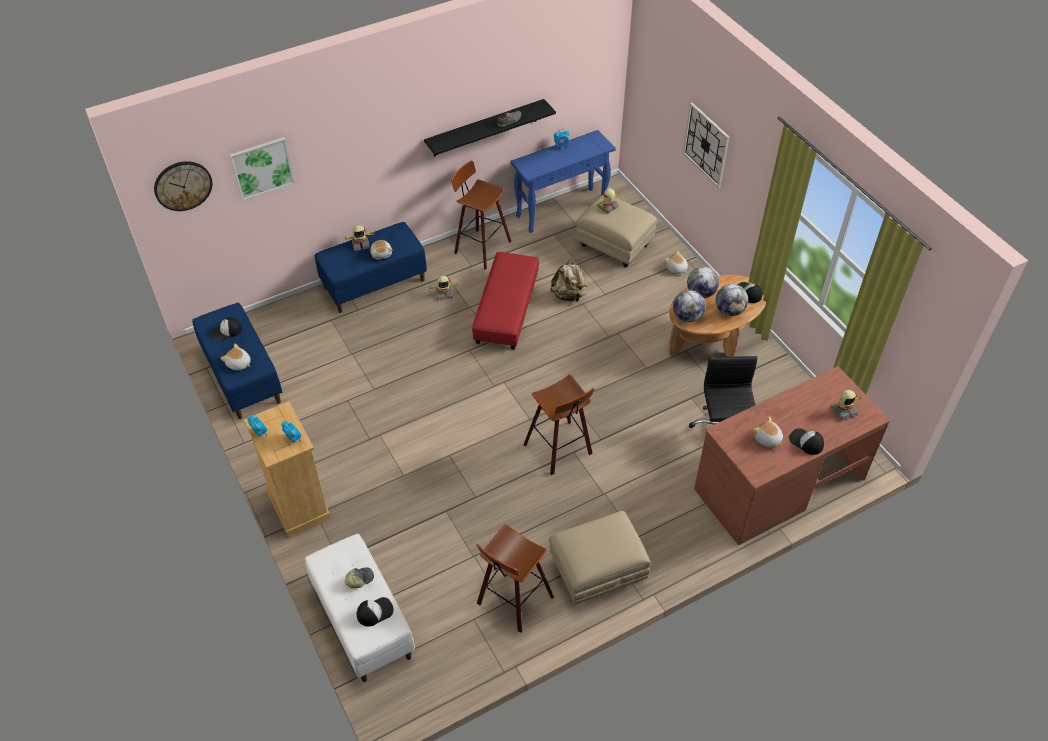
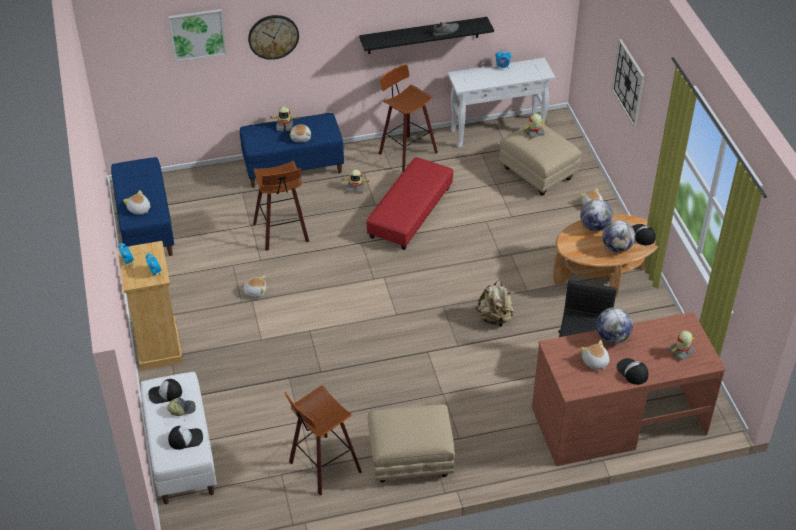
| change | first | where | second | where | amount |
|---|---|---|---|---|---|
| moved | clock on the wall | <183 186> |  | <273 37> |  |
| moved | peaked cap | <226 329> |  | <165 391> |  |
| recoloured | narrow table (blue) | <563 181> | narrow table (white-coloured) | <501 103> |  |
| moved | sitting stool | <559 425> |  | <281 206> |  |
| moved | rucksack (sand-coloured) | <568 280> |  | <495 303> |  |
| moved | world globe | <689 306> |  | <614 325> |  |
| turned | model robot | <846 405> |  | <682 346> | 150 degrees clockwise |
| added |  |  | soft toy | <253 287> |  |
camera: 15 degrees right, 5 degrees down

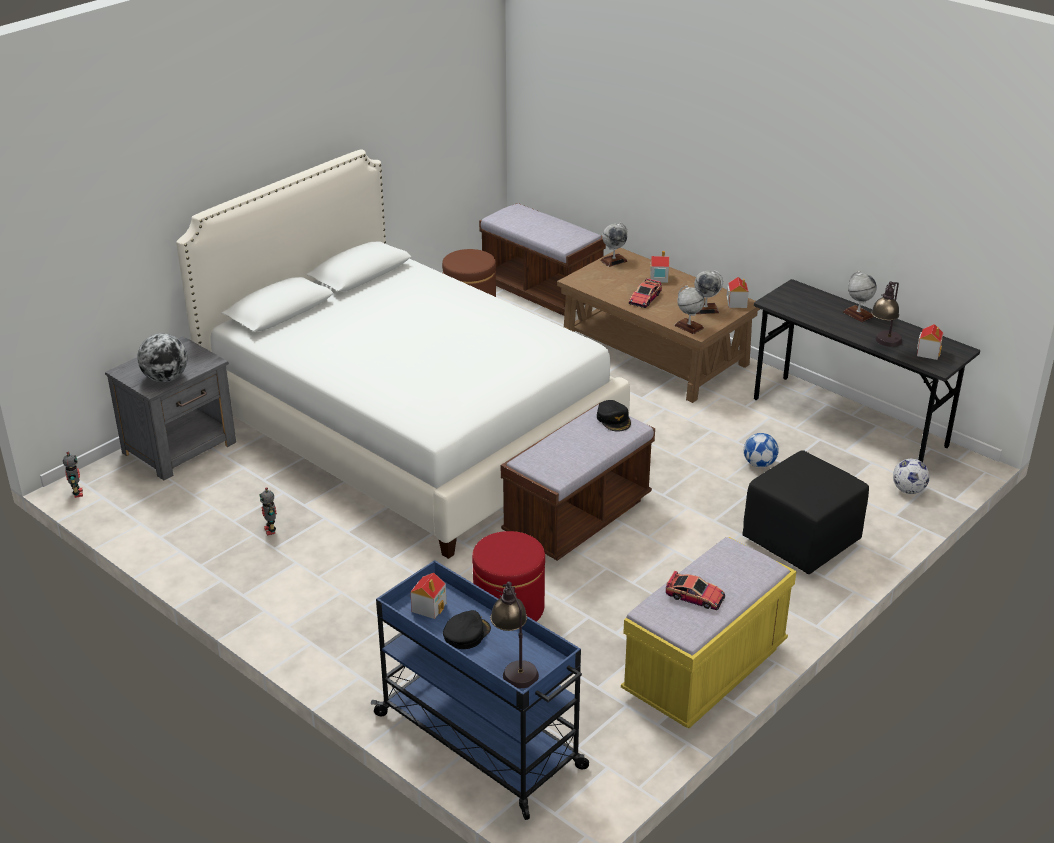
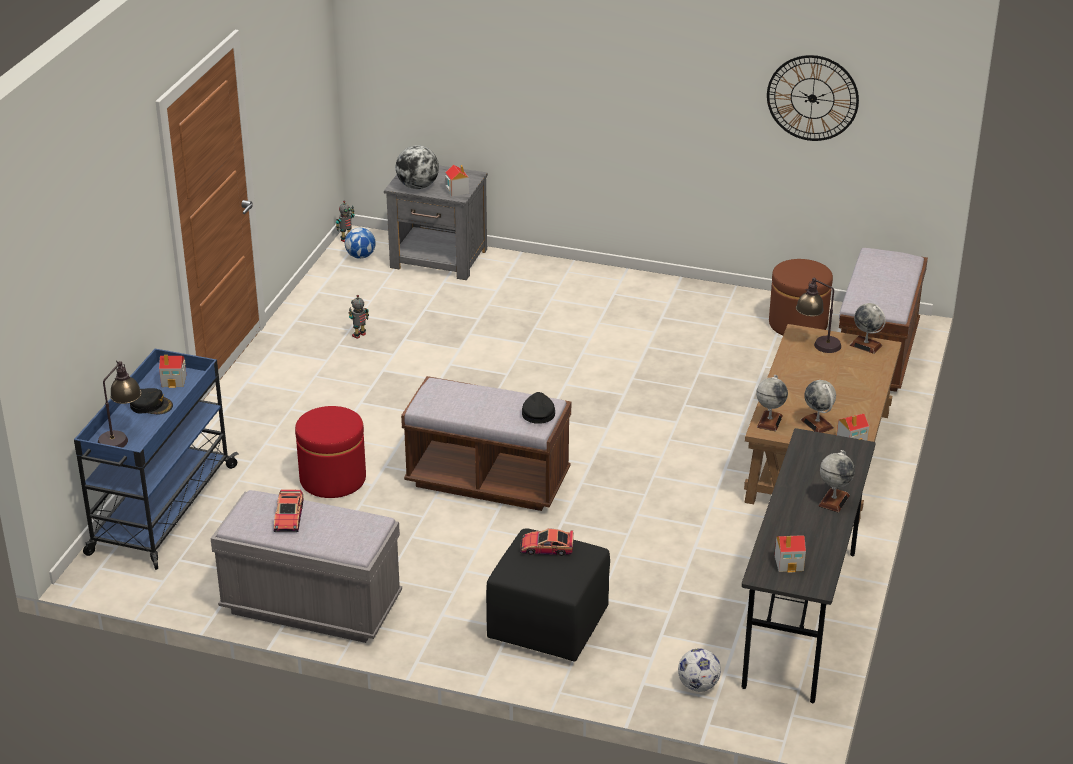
| change | first | where | second | where | amount |
|---|---|---|---|---|---|
| removed | bed (white-coloured) | <403 354> |  |  |  |
| turned | peaked cap (blackish) | <614 416> |  | <538 408> | 135 degrees clockwise |
| recoloured | indoor bench (yellow) | <709 632> | indoor bench (grey) | <306 566> |  |
| moved | model car | <645 293> |  | <547 542> |  |
| moved | model house | <659 267> |  | <457 180> |  |
| moved | ball for football | <761 450> |  | <360 243> |  |
| moved | lamp for a table | <886 314> |  | <818 315> |  |
| added |  |  | clock on the wall | <813 98> |  |
camera: 65 degrees right, 0 degrees up

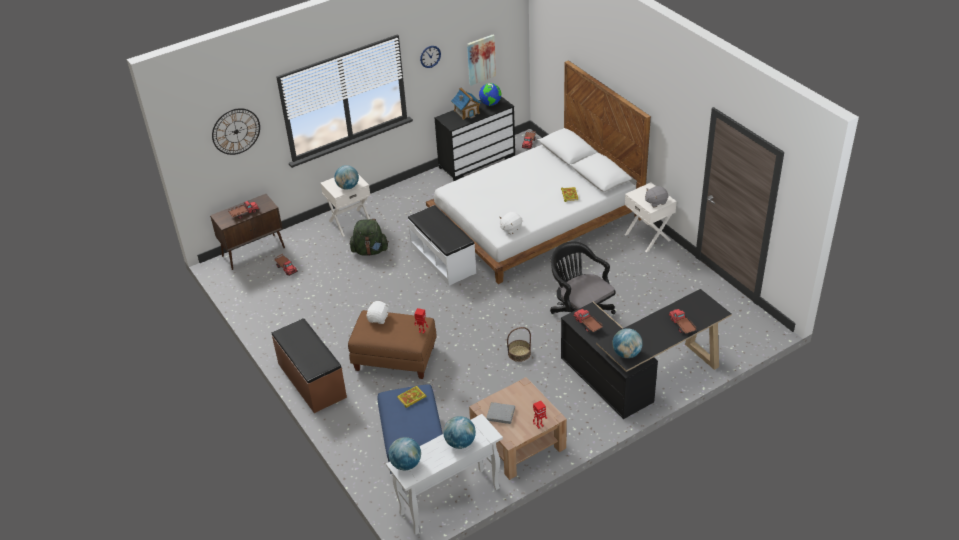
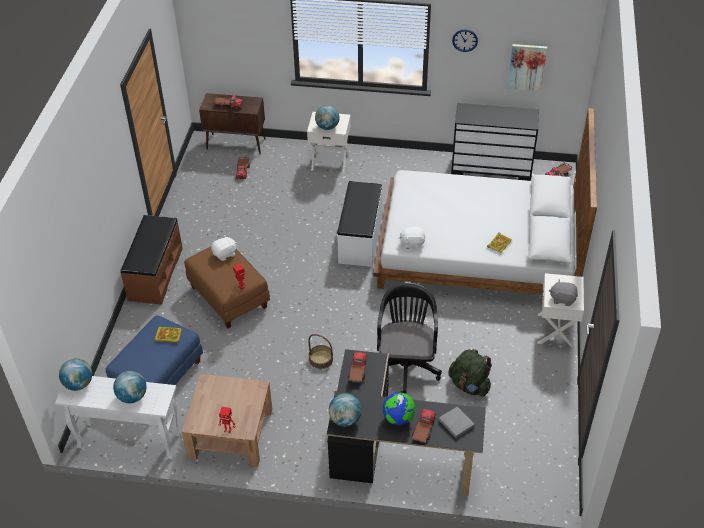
| change | first | where | second | where | amount |
|---|---|---|---|---|---|
| removed | clock on the wall | <236 131> |  |  |  |
| moved | rucksack (green) | <369 237> |  | <470 373> |  |
| removed | model house | <466 104> |  |  |  |
| moved | world globe | <490 94> |  | <398 408> |  |
| moved | book (grey) | <500 413> |  | <457 422> |  |
camera: 40 degrees right, 5 degrees up

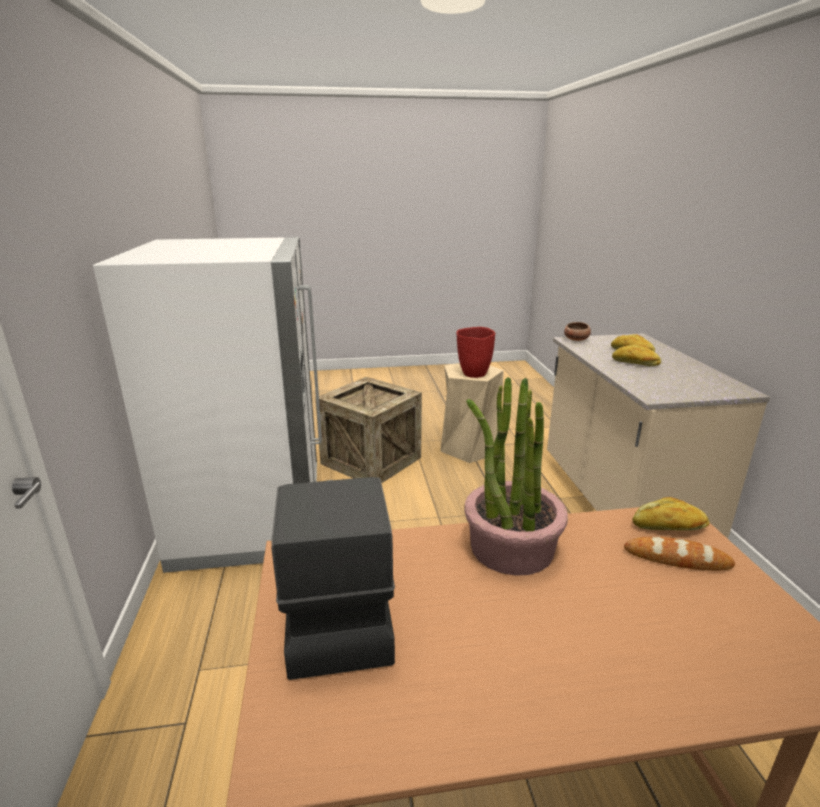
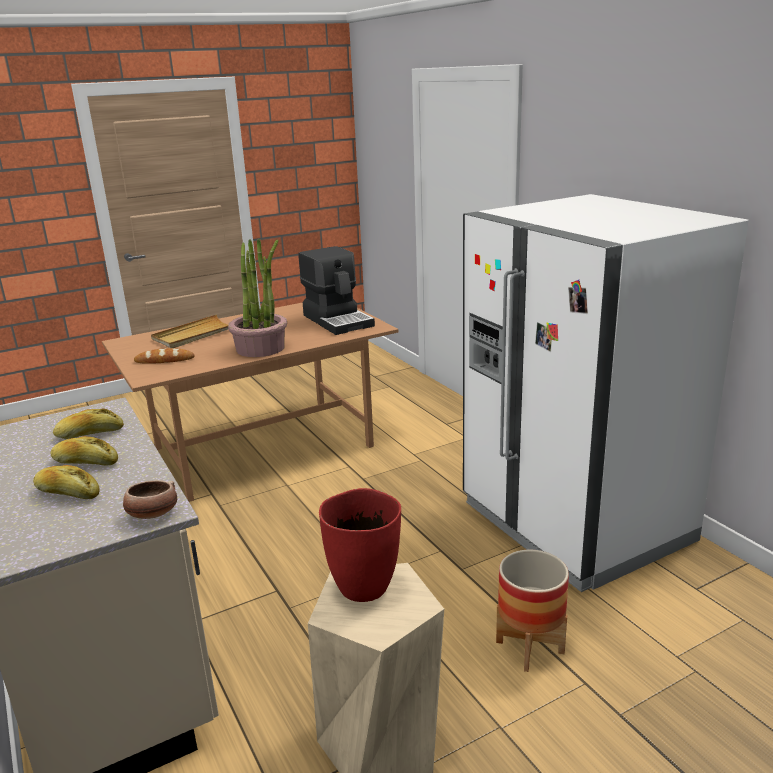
| change | first | where | second | where | amount |
|---|---|---|---|---|---|
| replaced | shipping crate | <369 430> | plant pot | <532 611> |  |
| moved | bakery bread | <671 514> |  | <88 423> |  |
| added |  |  | tray (sand-coloured) | <189 331> |  |
camera: 160 degrees right, 0 degrees up

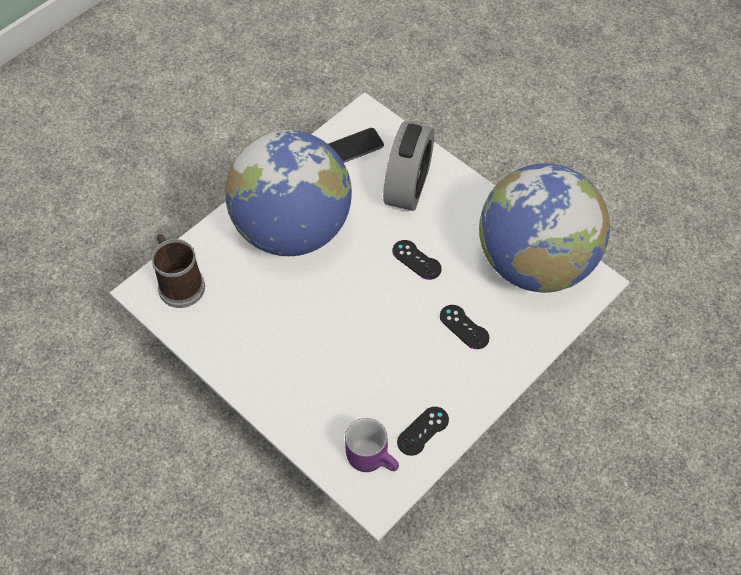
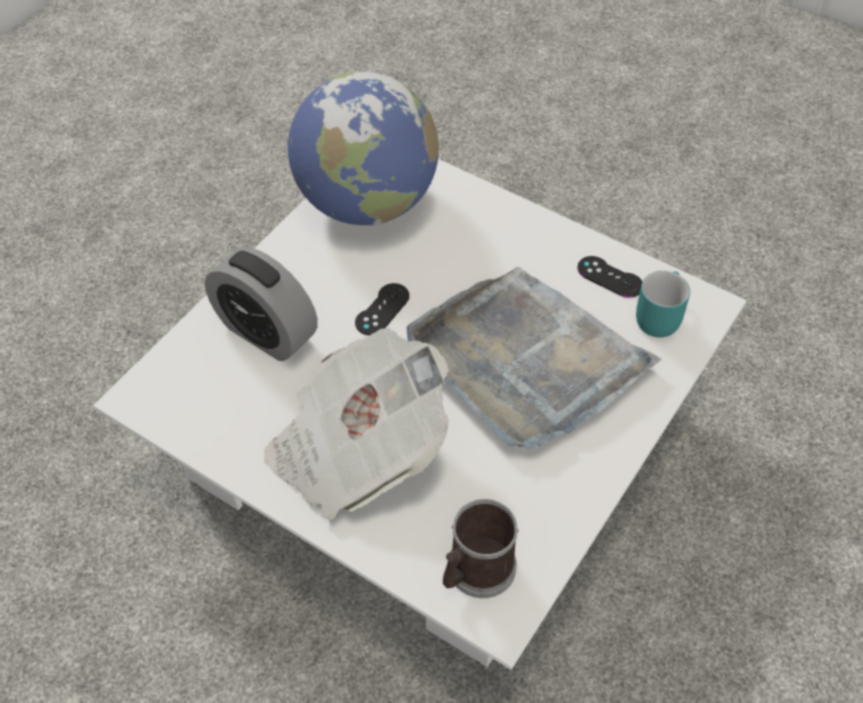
| change | first | where | second | where | amount |
|---|---|---|---|---|---|
| replaced | world globe | <288 193> | daily paper | <356 424> |  |
| removed | handset | <356 145> |  |  |  |
| recoloured | coffee mug (purple-coloured) | <372 445> | coffee mug (turquoise) | <663 304> |  |
| turned | bedside clock | <408 166> |  | <261 304> | 150 degrees counterclockwise |
| removed | joypad (blackish) | <464 327> |  |  |  |
| added |  |  | tray (grey) | <534 357> |  |
camera: 100 degrees left, 5 degrees down

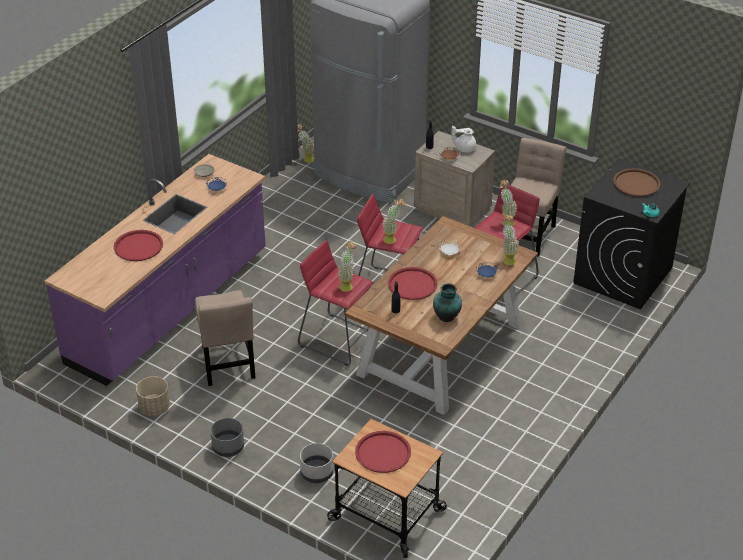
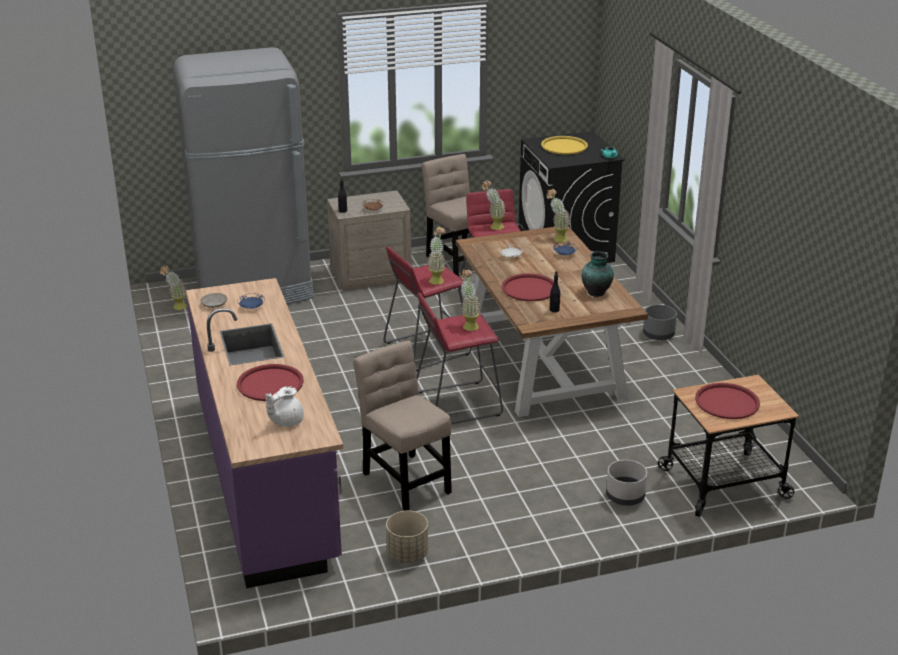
| change | first | where | second | where | amount |
|---|---|---|---|---|---|
| turned | plain chair (sand-coloured) | <225 338> |  | <402 425> | 150 degrees counterclockwise |
| moved | plant pot (grey) | <227 437> |  | <660 322> |  |
| moved | teapot (white-coloured) | <463 139> |  | <285 406> |  |
| recoloured | tray (brownish) | <636 182> | tray (yellow) | <564 145> |  |
camera: 50 degrees left, 10 degrees down

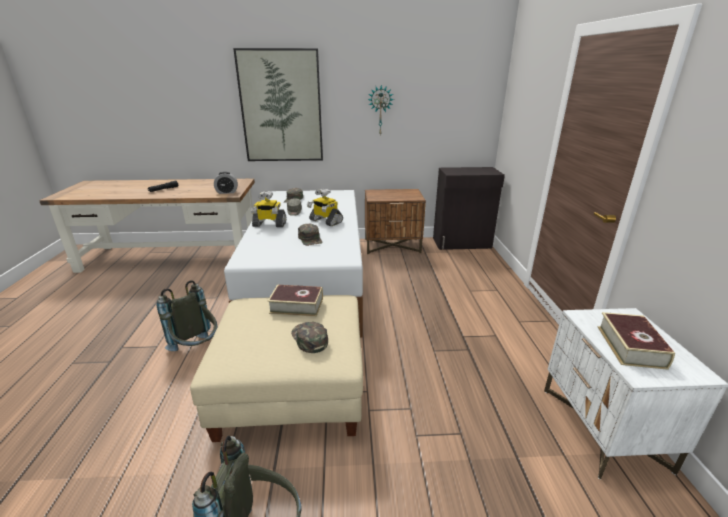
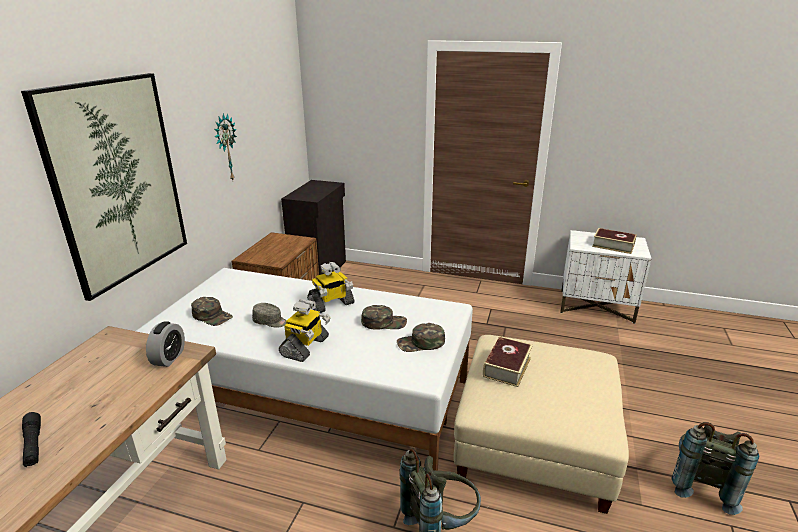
| change | first | where | second | where | amount |
|---|---|---|---|---|---|
| moved | peaked cap (green) | <309 337> |  | <421 337> |  |
camera: 70 degrees left, 0 degrees up

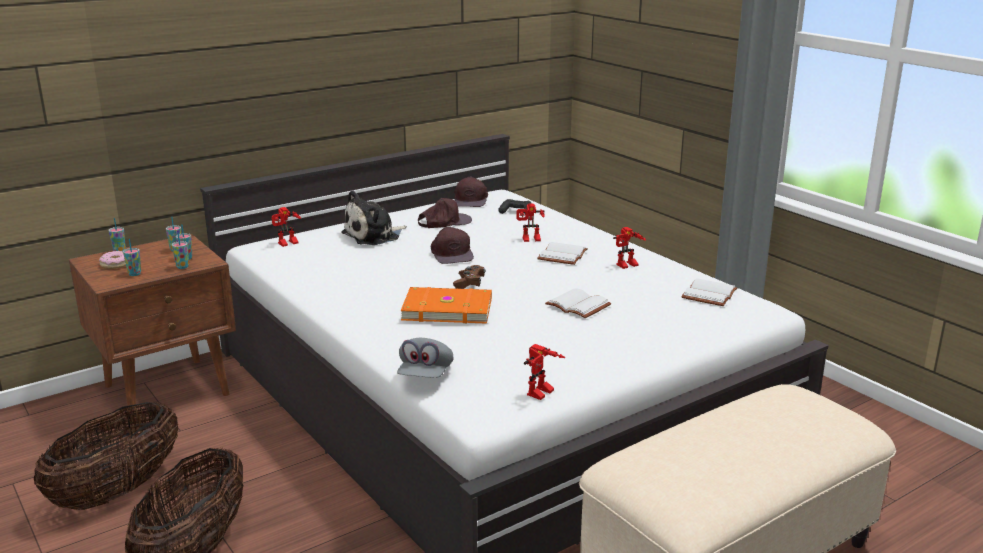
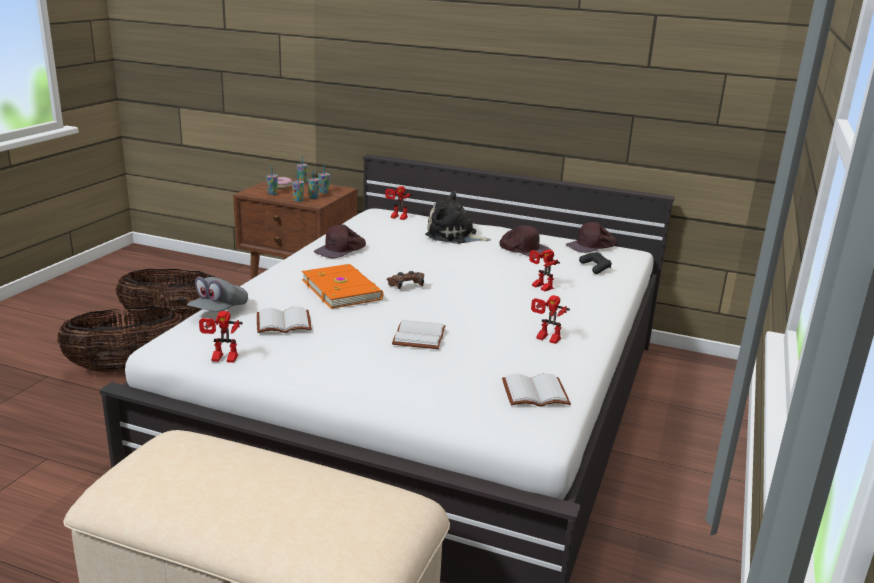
| change | first | where | second | where | amount |
|---|---|---|---|---|---|
| turned | peaked cap (grey) | <425 358> |  | <217 294> | 45 degrees counterclockwise |
| moved | peaked cap (brownish) | <452 245> |  | <340 241> |  |
| moved | book (white-coloured) | <562 253> |  | <284 320> |  |
camera: 55 degrees right, 0 degrees up

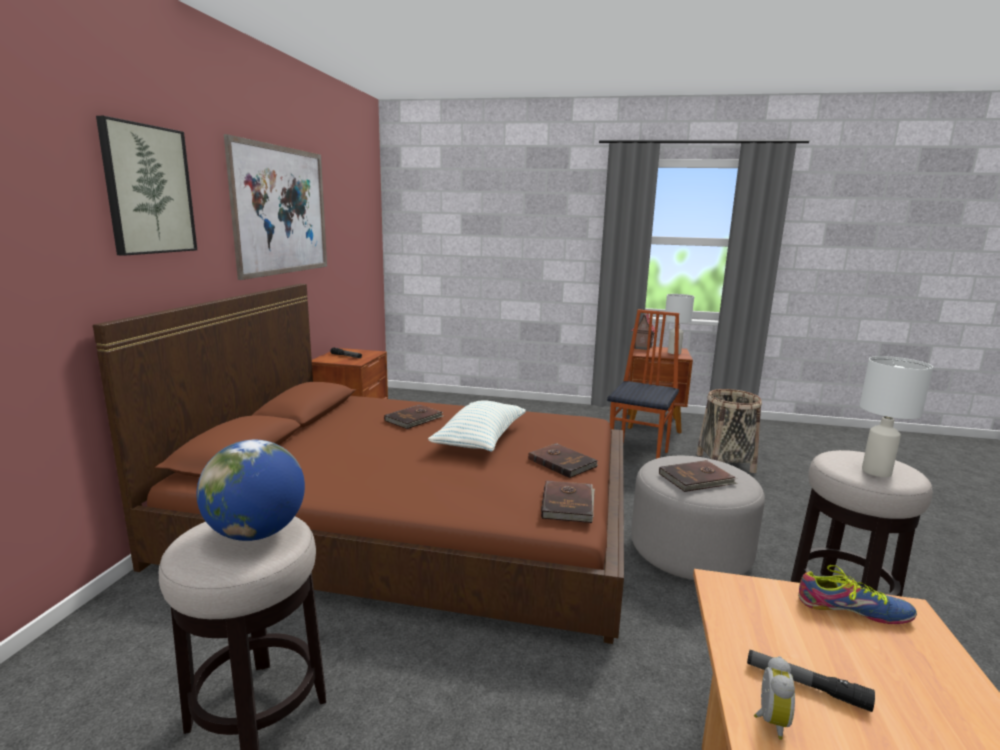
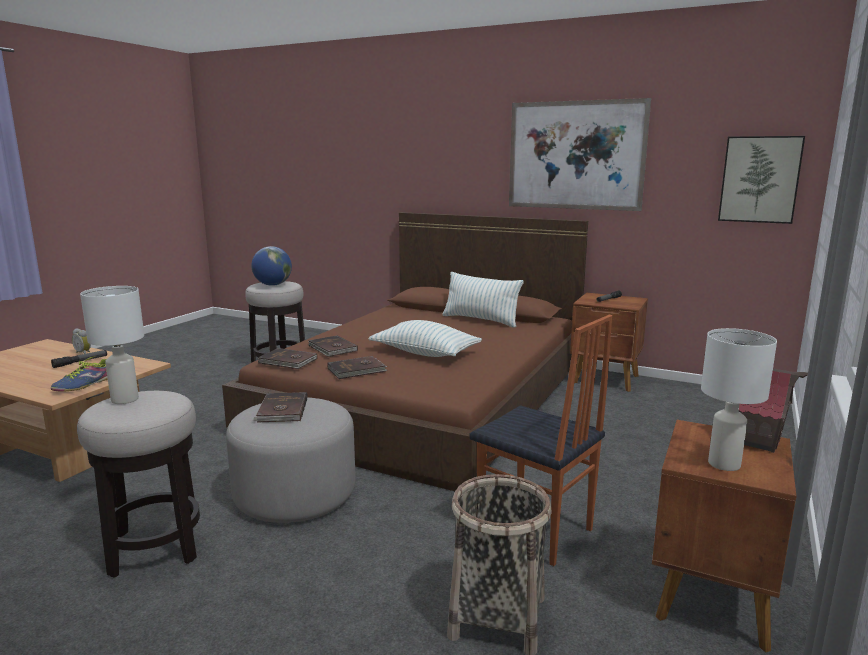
| change | first | where | second | where | amount |
|---|---|---|---|---|---|
| moved | picture | <146 186> |  | <761 180> |  |
| moved | book (brownish) | <414 416> |  | <333 346> |  |
| added |  |  | throw pillow | <483 299> |  |
camera: 105 degrees right, 0 degrees up

